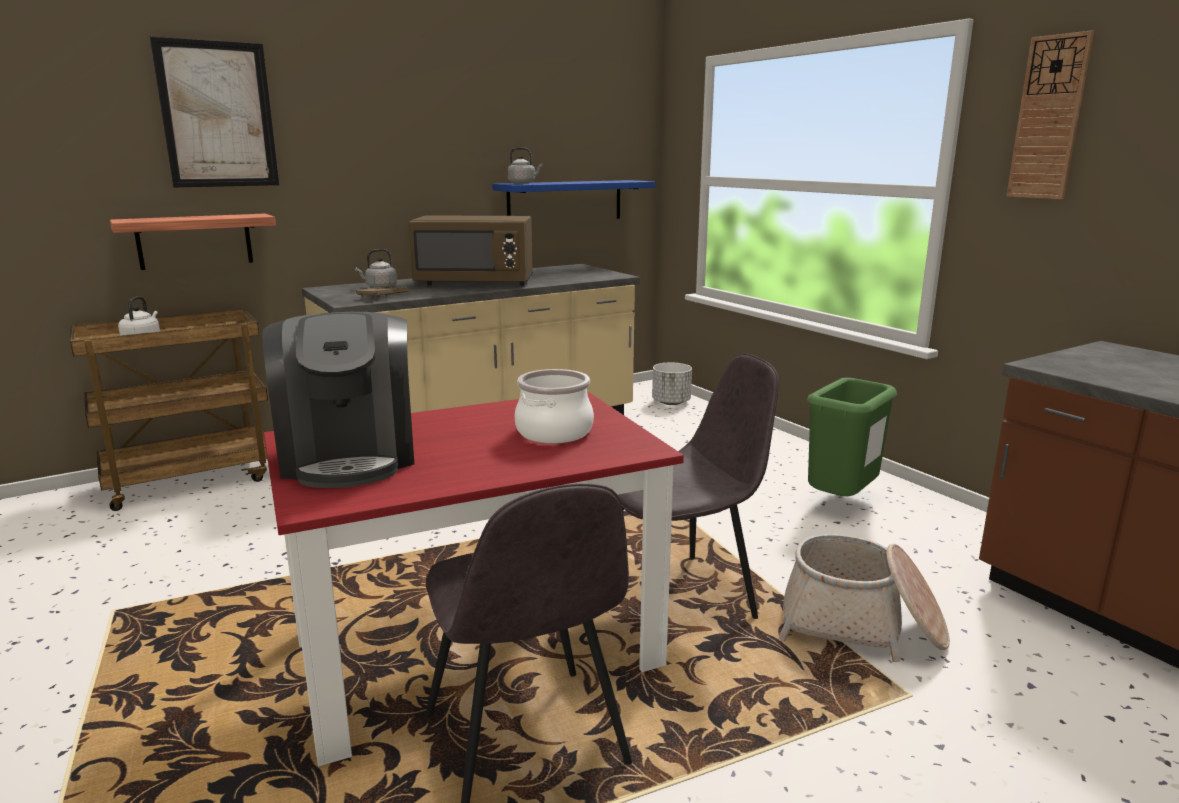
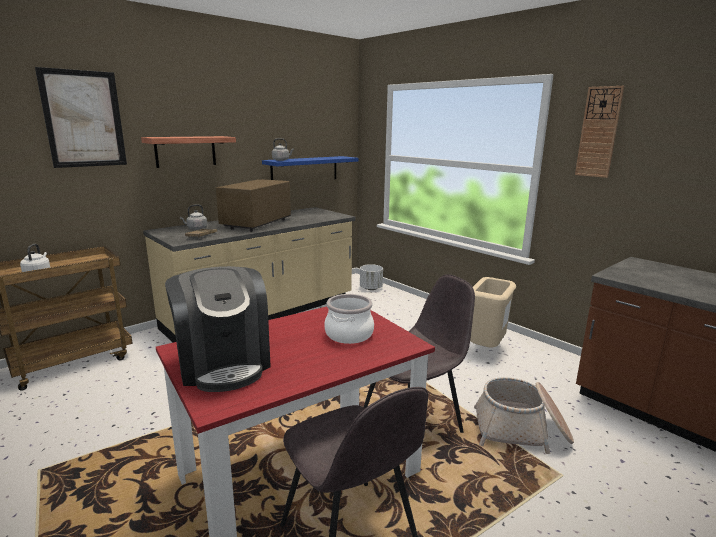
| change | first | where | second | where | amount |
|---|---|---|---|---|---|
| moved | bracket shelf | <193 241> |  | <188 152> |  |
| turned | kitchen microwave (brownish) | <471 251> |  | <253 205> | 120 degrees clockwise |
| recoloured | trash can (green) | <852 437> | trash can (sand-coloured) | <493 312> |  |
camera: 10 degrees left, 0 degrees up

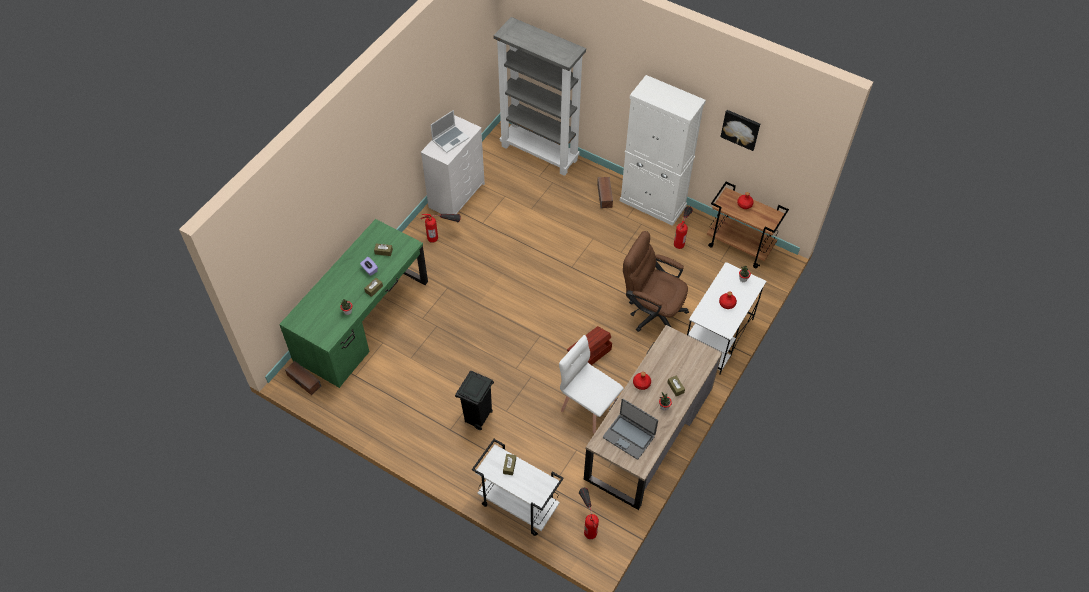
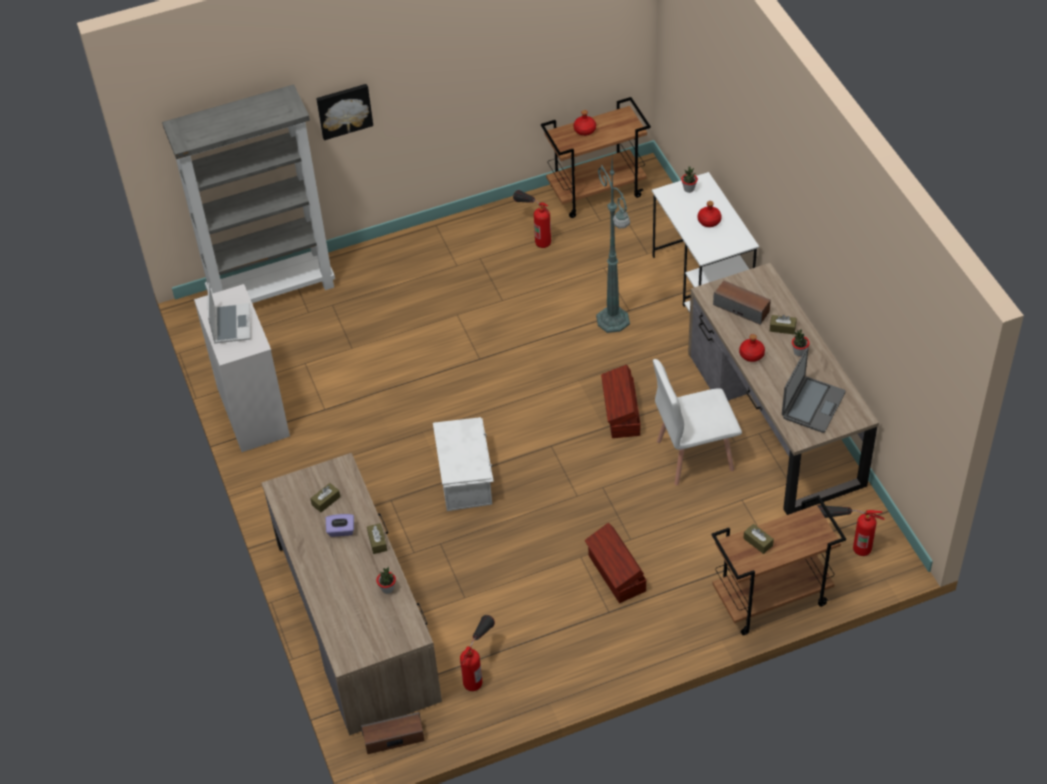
| change | first | where | second | where | amount |
|---|---|---|---|---|---|
| recoloured | desk (green) | <353 303> | desk (brownish) | <352 594> |  |
| moved | fire extinguisher | <440 228> |  | <477 653> |  |
| replaced | trash can (blackish) | <474 400> | storage bin (brownish) | <615 563> |  |
| recoloured | cart (white-coloured) | <518 487> | cart (brownish) | <779 565> |  |
| moved | loudspeaker | <605 192> |  | <742 302> |  |
| turned | portable computer | <630 429> |  | <814 390> | 45 degrees counterclockwise |
| removed | cabinet (white-coloured) | <663 150> |  |  |  |
| replaced | desk chair (brownish) | <656 281> | standing lamp (green) | <613 246> |  |
| moved | picture | <740 130> |  | <344 112> |  |
| added |  |  | storage bin (white-coloured) | <463 464> |  |
camera: 50 degrees left, 5 degrees down

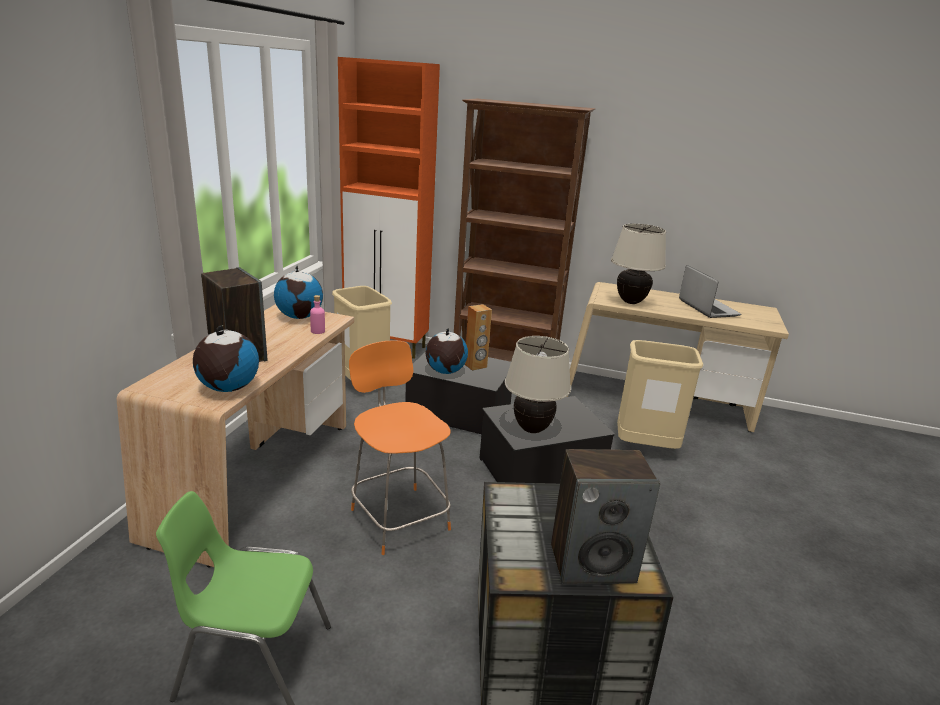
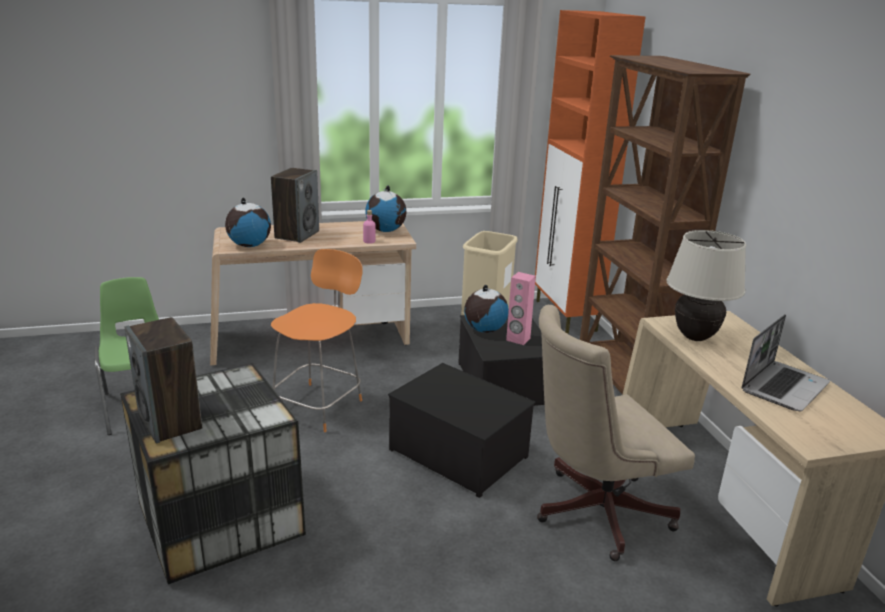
| change | first | where | second | where | amount |
|---|---|---|---|---|---|
| recoloured | loudspeaker (brownish) | <478 337> | loudspeaker (pinkish) | <521 308> |  |
| removed | lamp for a table (sand-coloured) | <538 384> |  |  |  |
| replaced | trash can (sand-coloured) | <660 394> | desk chair (sand-coloured) | <616 433> |  |
camera: 60 degrees right, 0 degrees up

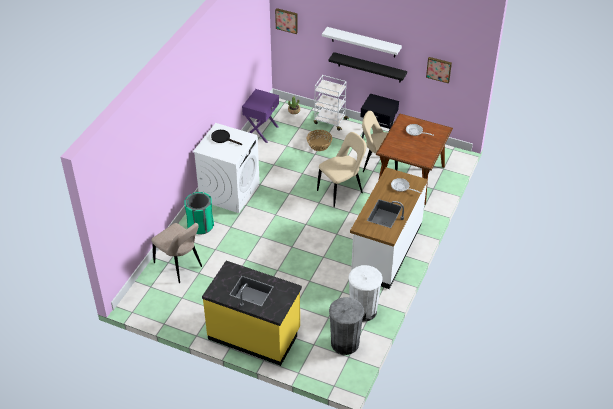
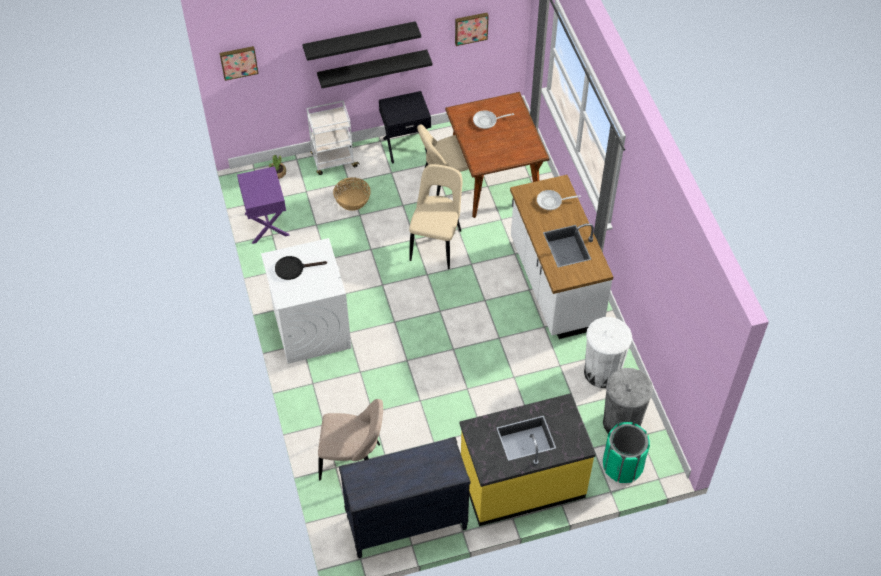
| change | first | where | second | where | amount |
|---|---|---|---|---|---|
| moved | trash can (green) | <199 213> |  | <626 452> |  |
| recoloured | bracket shelf (white-coloured) | <362 42> | bracket shelf (blackish) | <361 41> |  |
| added |  |  | drawer chest (blackish) | <405 497> |  |
camera: 40 degrees left, 10 degrees up

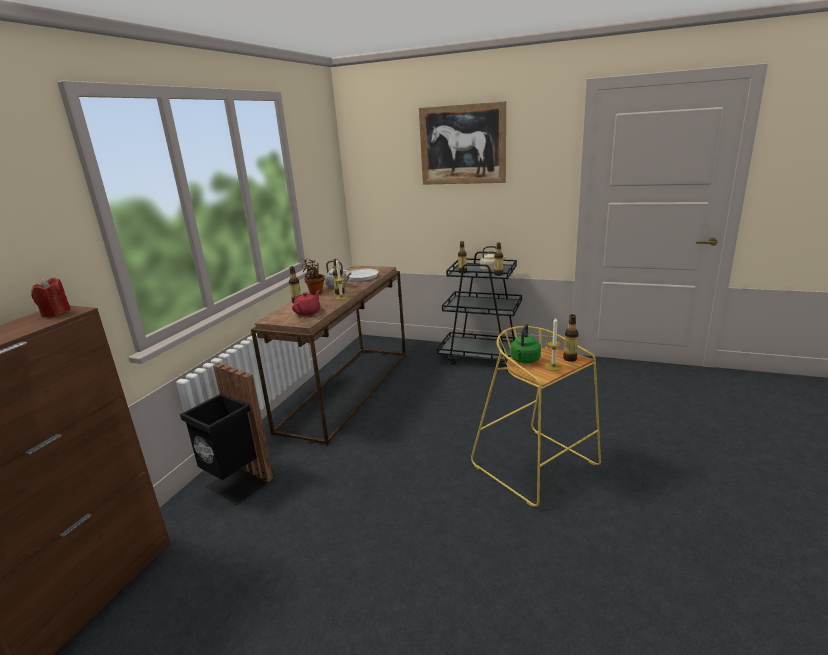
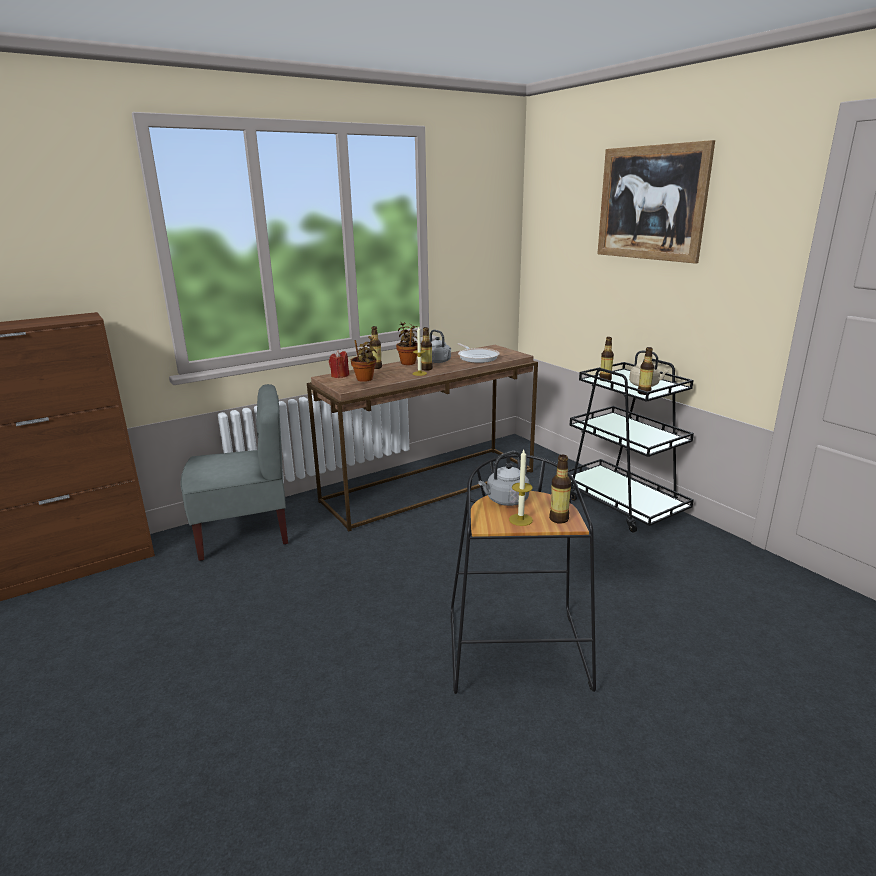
| change | first | where | second | where | amount |
|---|---|---|---|---|---|
| moved | wax candle (red) | <51 297> |  | <339 364> |  |
| replaced | trash can (blackish) | <227 434> | plain chair (grey) | <234 472> |  |
| replaced | teapot (red) | <306 303> | potted plant | <364 359> |  |
| recoloured | sitting stool (yellow) | <536 416> | sitting stool (blackish) | <523 574> |  |
| recoloured | kettle (green) | <525 343> | kettle (grey) | <504 478> |  |
camera: 35 degrees right, 0 degrees up

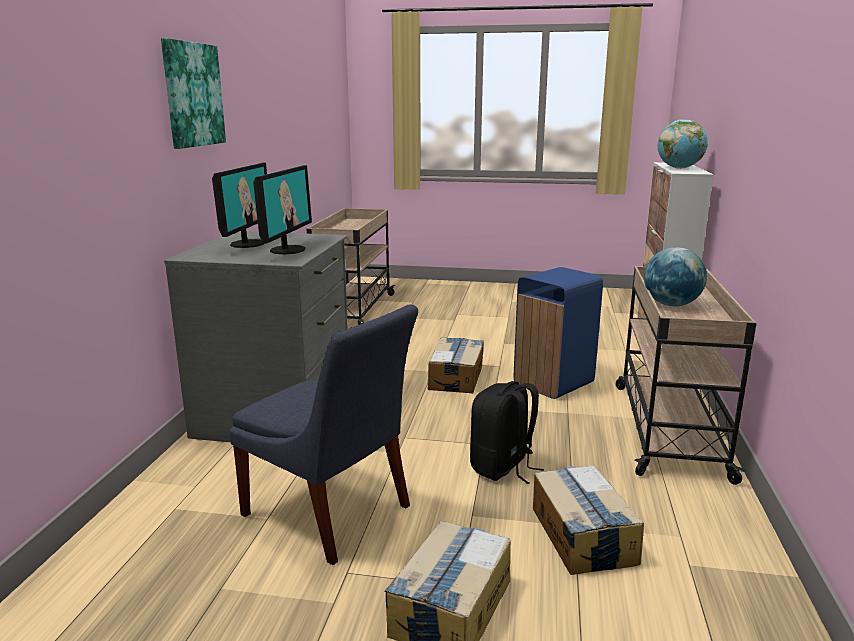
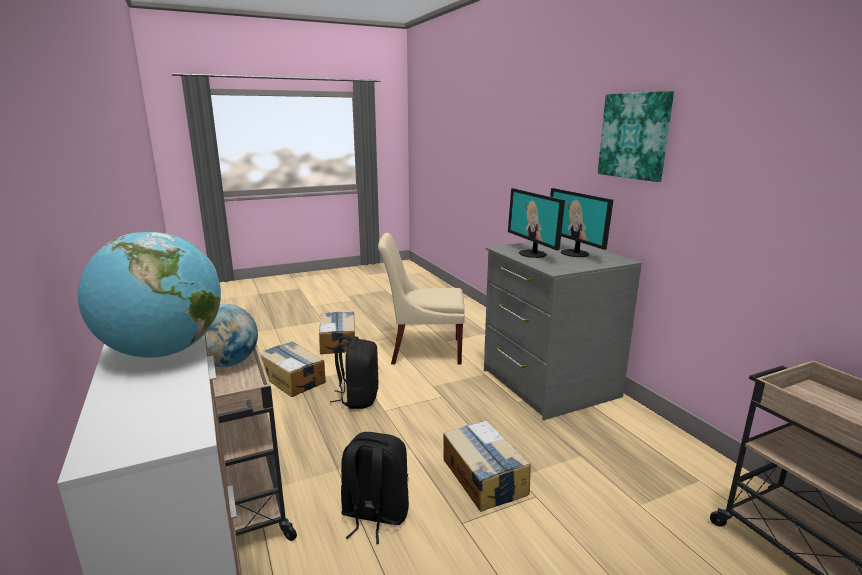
| change | first | where | second | where | amount |
|---|---|---|---|---|---|
| recoloured | plain chair (blue) | <323 435> | plain chair (sand-coloured) | <421 299> |  |
| replaced | trash can (blue) | <558 333> | rucksack (blackish) | <375 488> |  |
camera: 145 degrees right, 0 degrees up

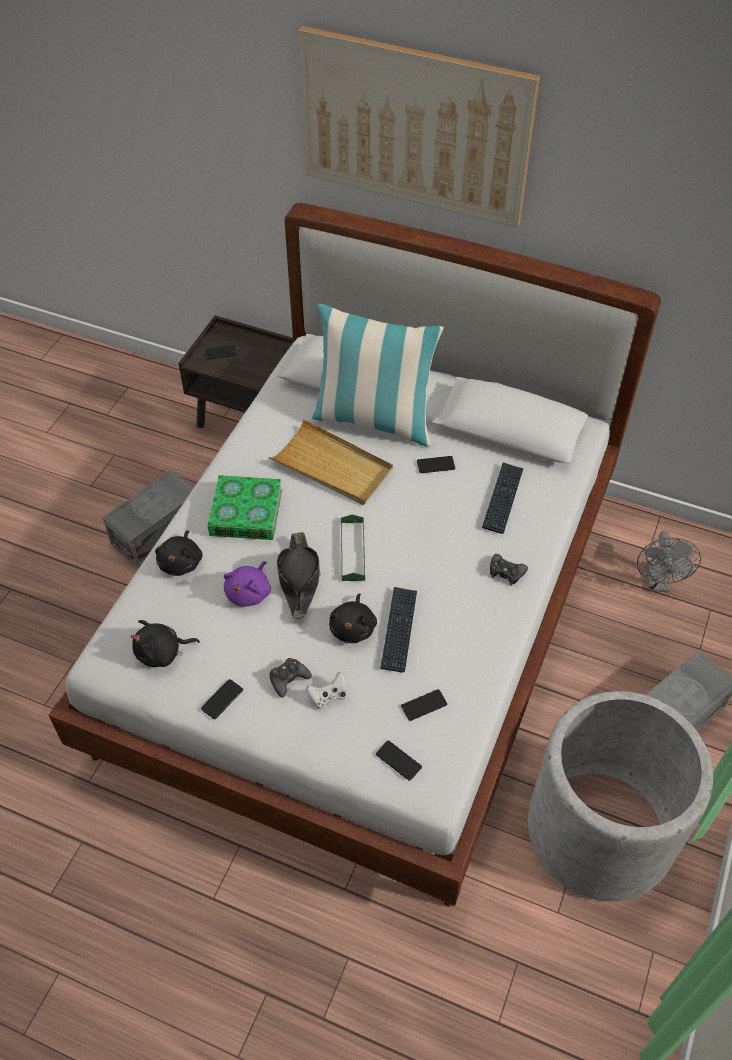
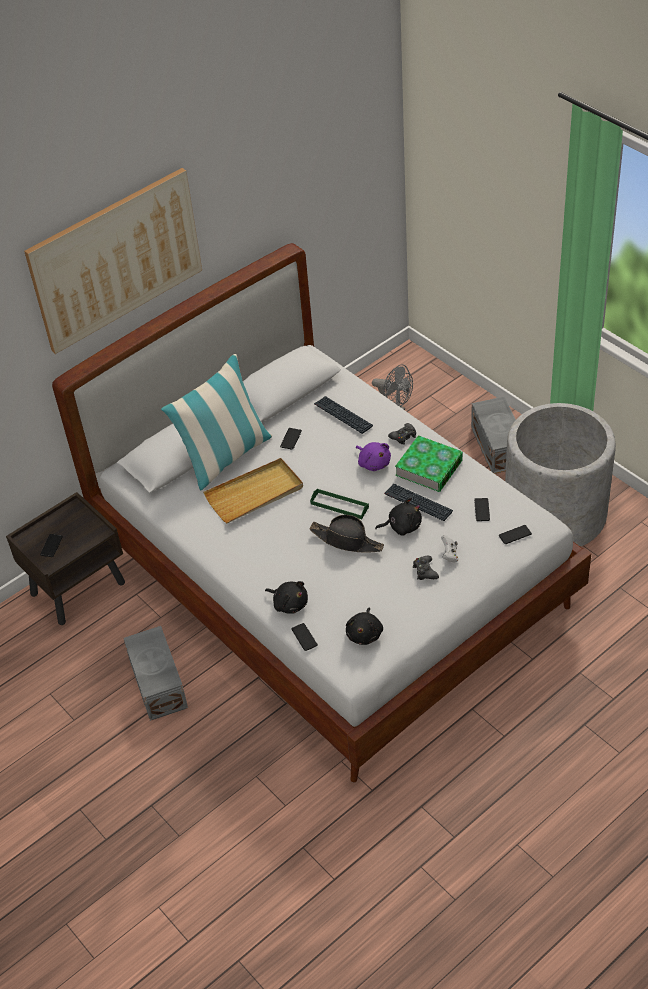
| change | first | where | second | where | amount |
|---|---|---|---|---|---|
| moved | handset | <222 699> |  | <304 637> |  |
| moved | book | <244 507> |  | <429 463> |  |
| moved | soft toy (purple-coloured) | <247 584> |  | <373 456> |  |
| turned | soft toy (blackish) | <353 618> |  | <398 517> | 45 degrees counterclockwise |
camera: 60 degrees left, 5 degrees down

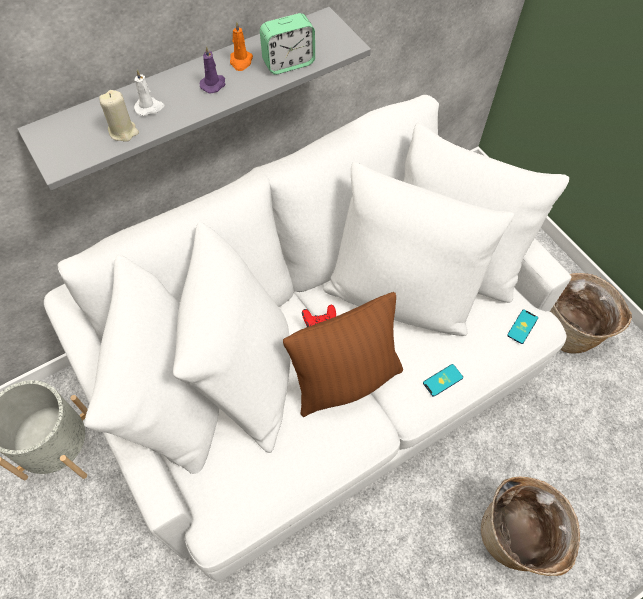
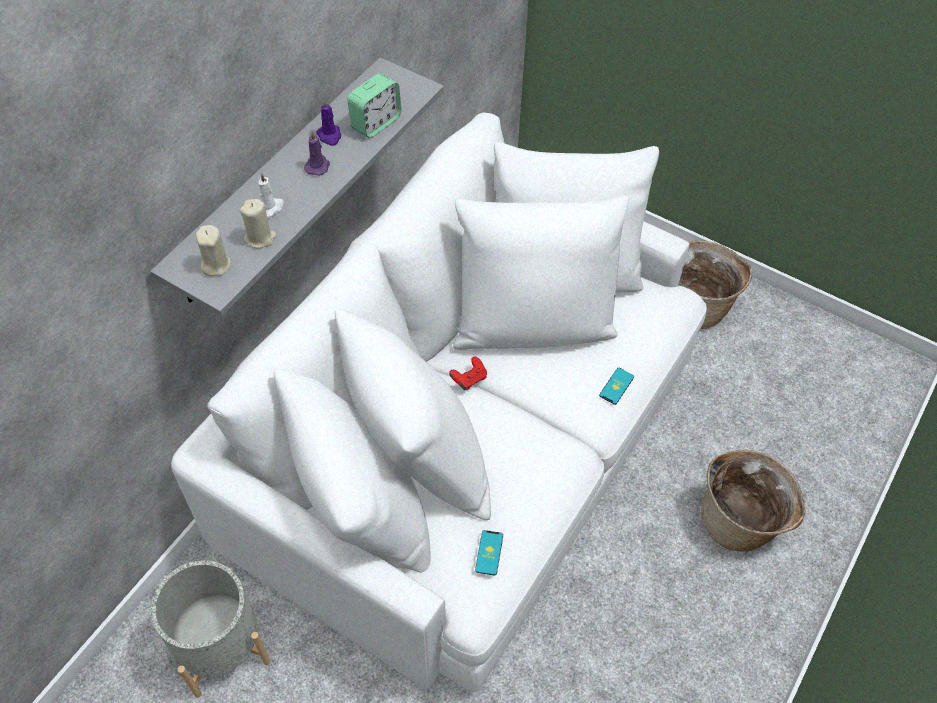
| change | first | where | second | where | amount |
|---|---|---|---|---|---|
| recoloured | wax candle (orange) | <241 46> | wax candle (purple-coloured) | <328 123> |  |
| removed | throw pillow (brownish) | <343 354> |  |  |  |
| moved | handset | <522 326> |  | <489 552> |  |
| added |  |  | wax candle (sand-coloured) | <213 250> |  |
camera: 25 degrees left, 5 degrees down

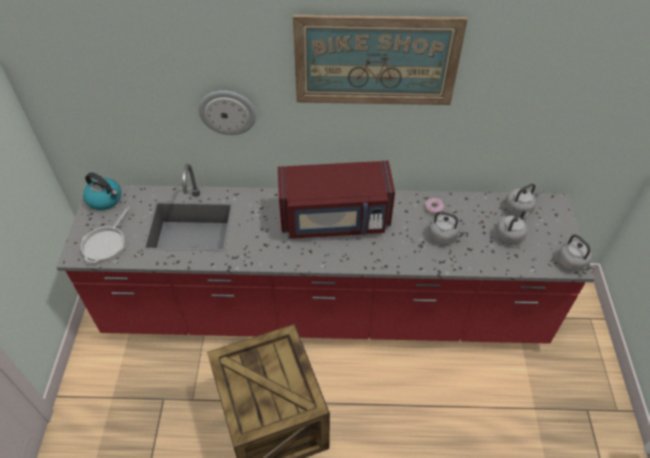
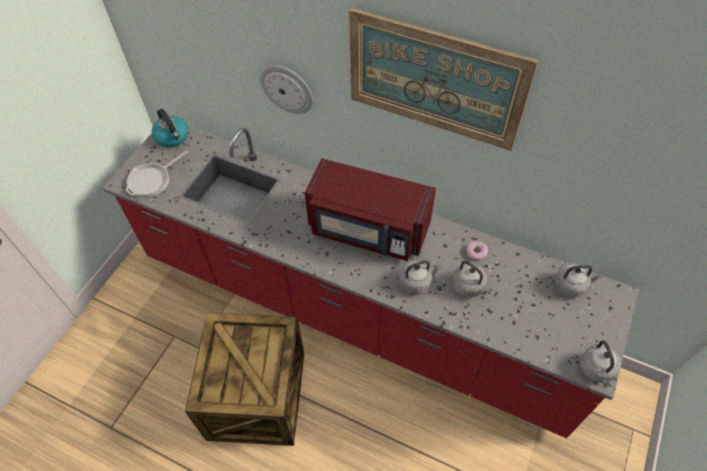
| change | first | where | second | where | amount |
|---|---|---|---|---|---|
| moved | kettle (grey) | <512 227> |  | <420 277> |  |
camera: 25 degrees right, 5 degrees up

